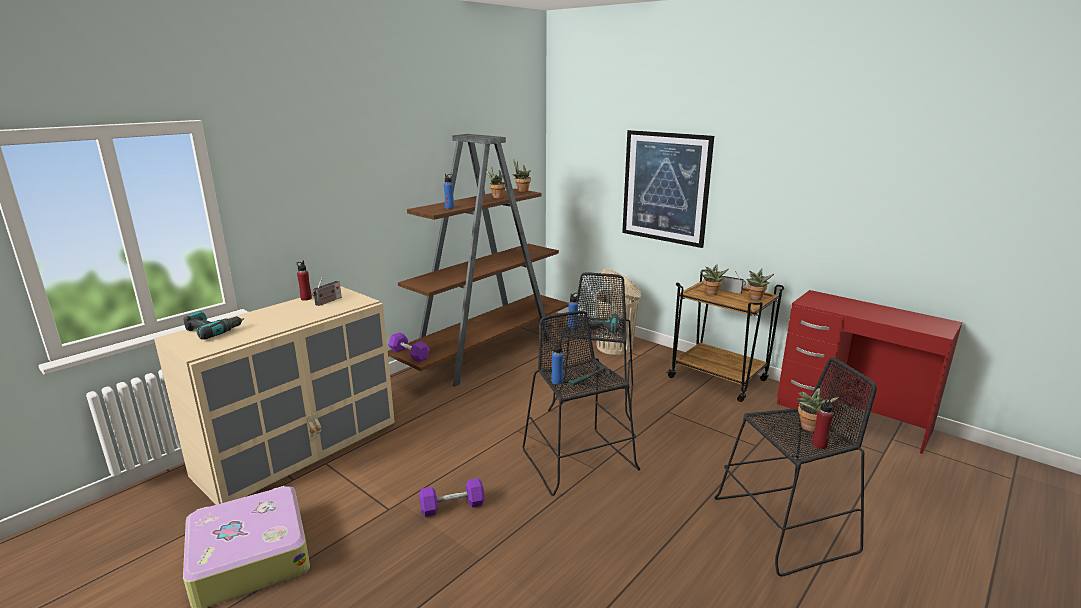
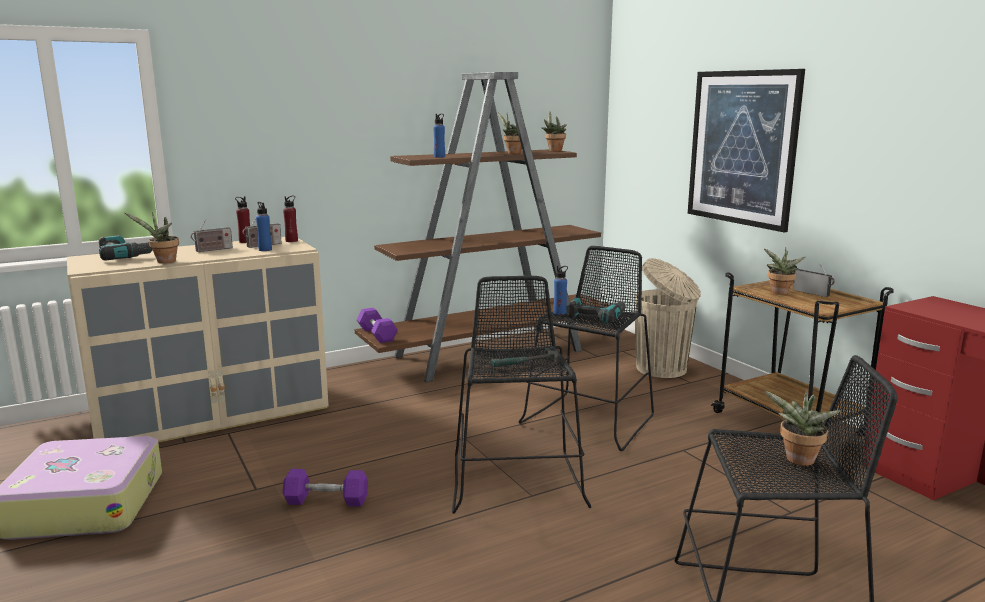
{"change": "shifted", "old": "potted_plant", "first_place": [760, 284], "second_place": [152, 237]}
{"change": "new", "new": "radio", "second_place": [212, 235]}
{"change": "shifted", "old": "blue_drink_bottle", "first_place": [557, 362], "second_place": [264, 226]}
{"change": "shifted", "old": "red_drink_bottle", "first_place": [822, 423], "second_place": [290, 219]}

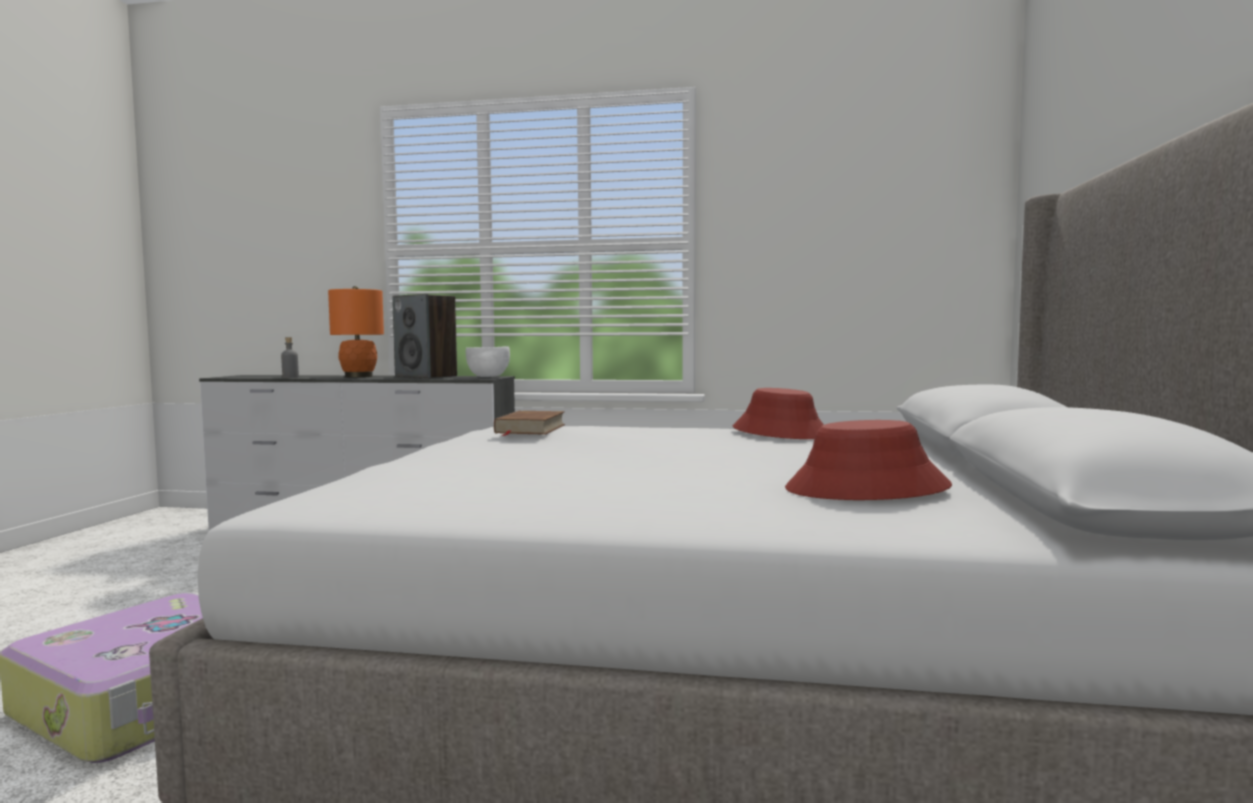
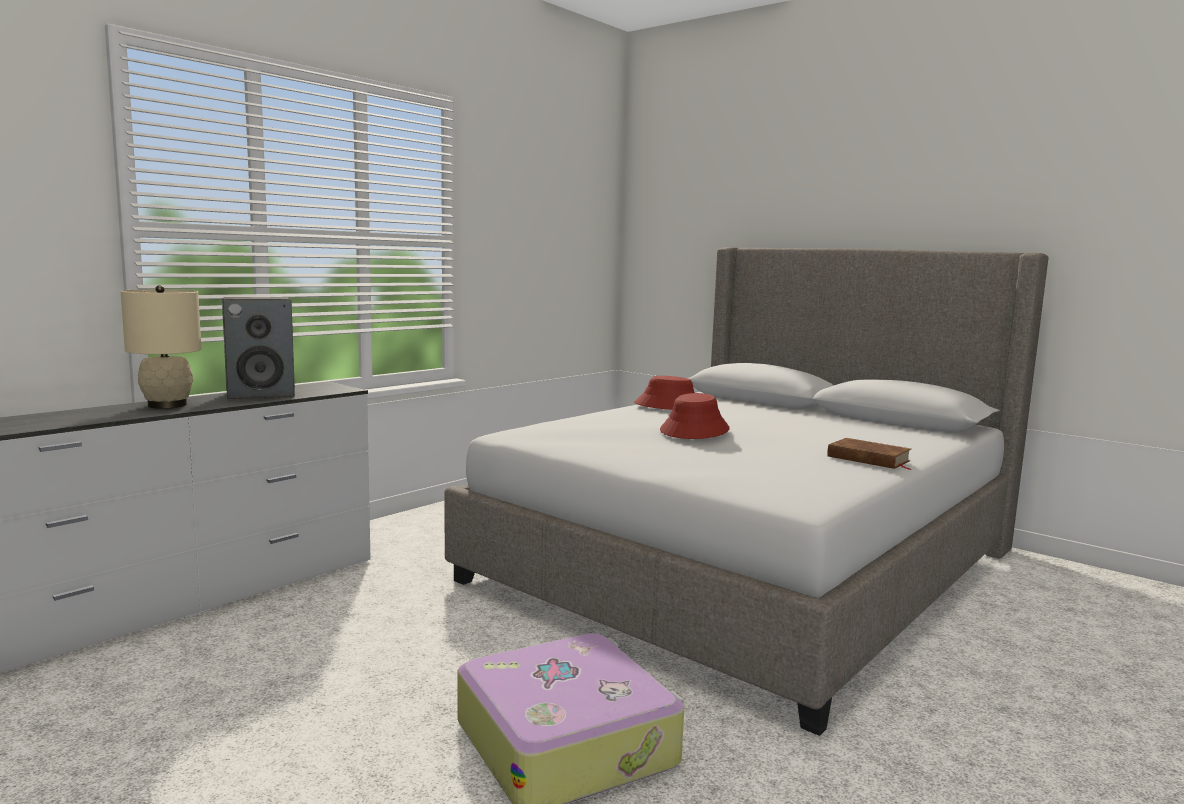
{"change": "repainted", "old": "orangey_table_lamp", "new": "sand-coloured_table_lamp", "first_place": [356, 331], "second_place": [161, 347]}
{"change": "shifted", "old": "red_clothing_hat", "first_place": [868, 460], "second_place": [695, 416]}
{"change": "shifted", "old": "brown-coloured_volume", "first_place": [529, 423], "second_place": [869, 454]}
{"change": "gone", "old": "grey_drink_bottle", "first_place": [290, 357]}
{"change": "gone", "old": "whitish_deep_dish", "first_place": [488, 361]}

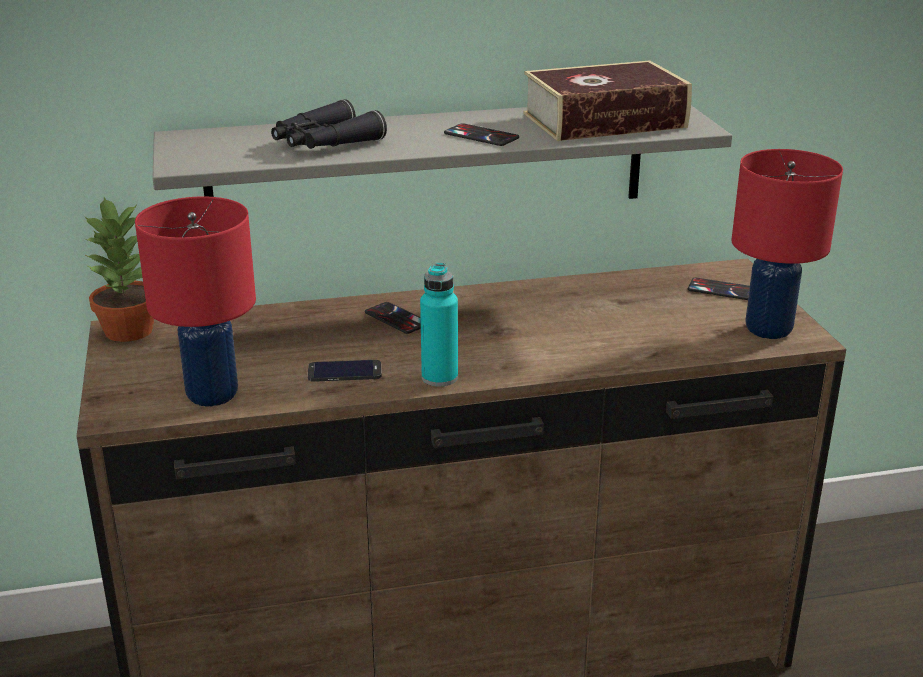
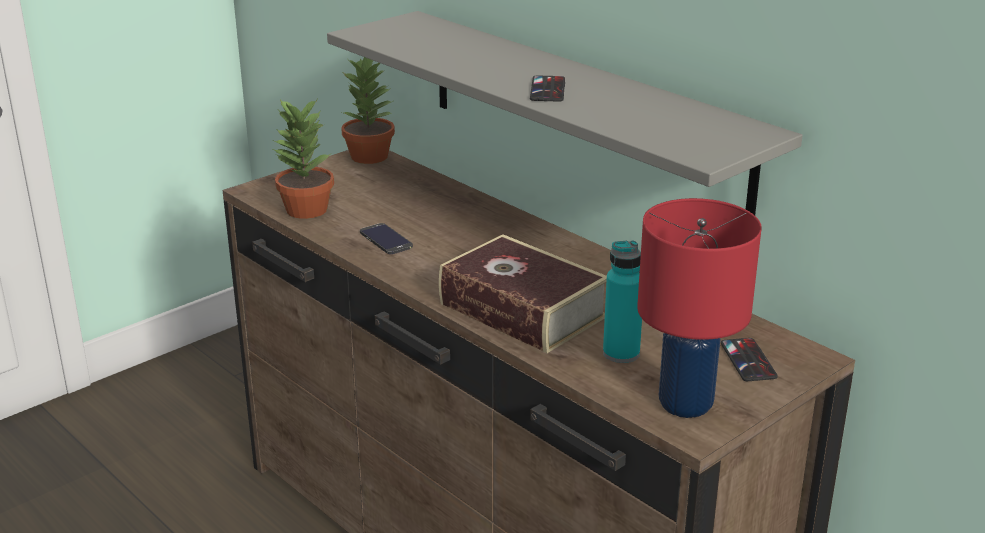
{"change": "swapped", "old": "red_table_lamp", "new": "potted_plant", "first_place": [195, 301], "second_place": [303, 159]}
{"change": "shifted", "old": "volume", "first_place": [607, 101], "second_place": [523, 293]}
{"change": "shifted", "old": "turquoise_drink_bottle", "first_place": [439, 325], "second_place": [622, 301]}
{"change": "gone", "old": "black-coloured_binoculars", "first_place": [329, 124]}
{"change": "gone", "old": "phone", "first_place": [393, 318]}

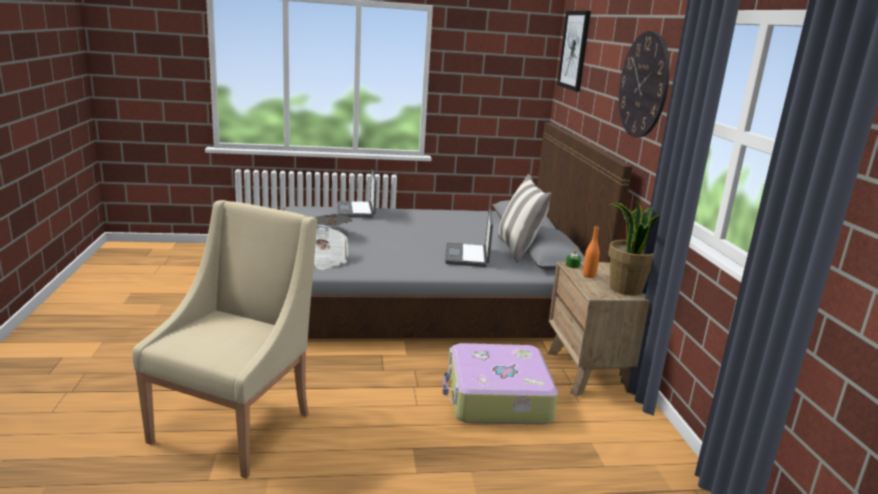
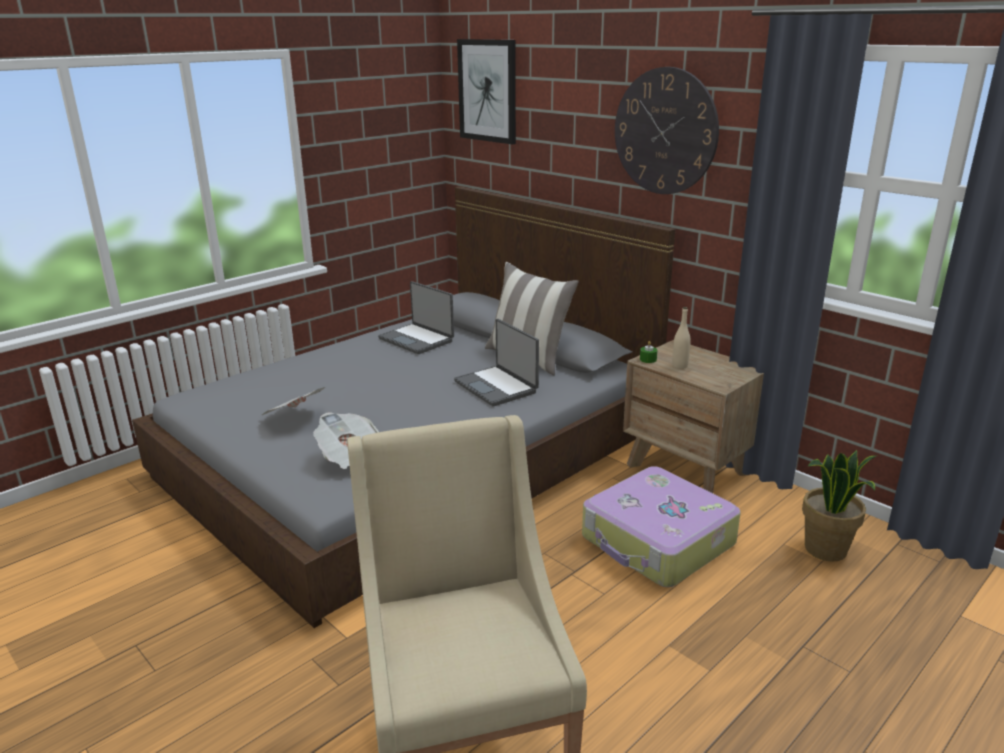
{"change": "shifted", "old": "laptop", "first_place": [357, 193], "second_place": [416, 317]}
{"change": "repainted", "old": "orangey_drink_bottle", "new": "sand-coloured_drink_bottle", "first_place": [591, 251], "second_place": [681, 338]}
{"change": "shifted", "old": "potted_plant", "first_place": [634, 247], "second_place": [839, 506]}

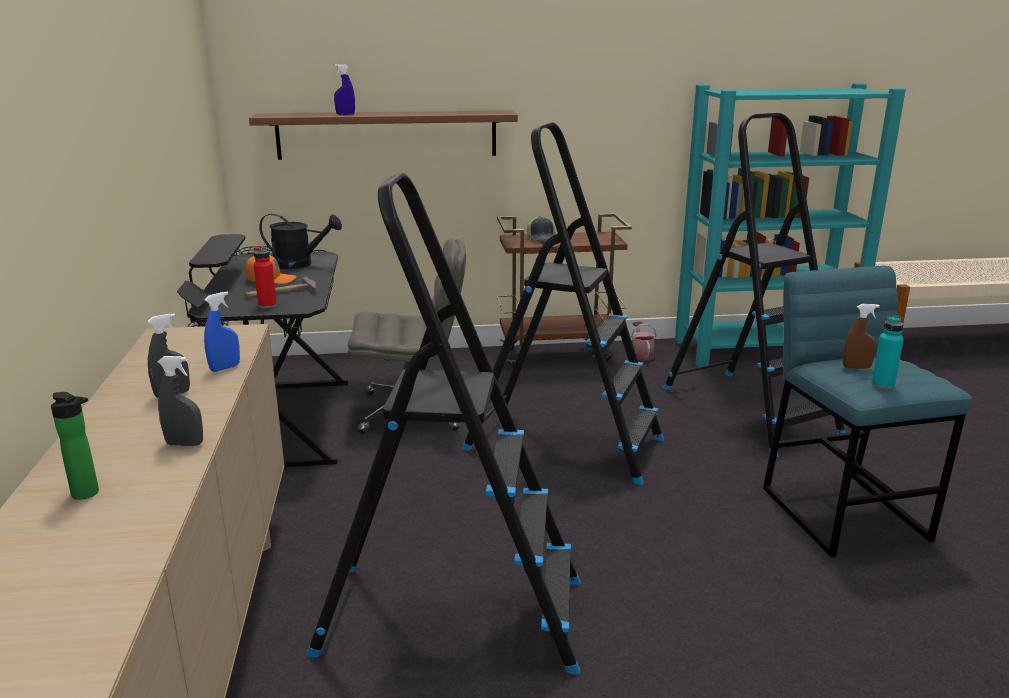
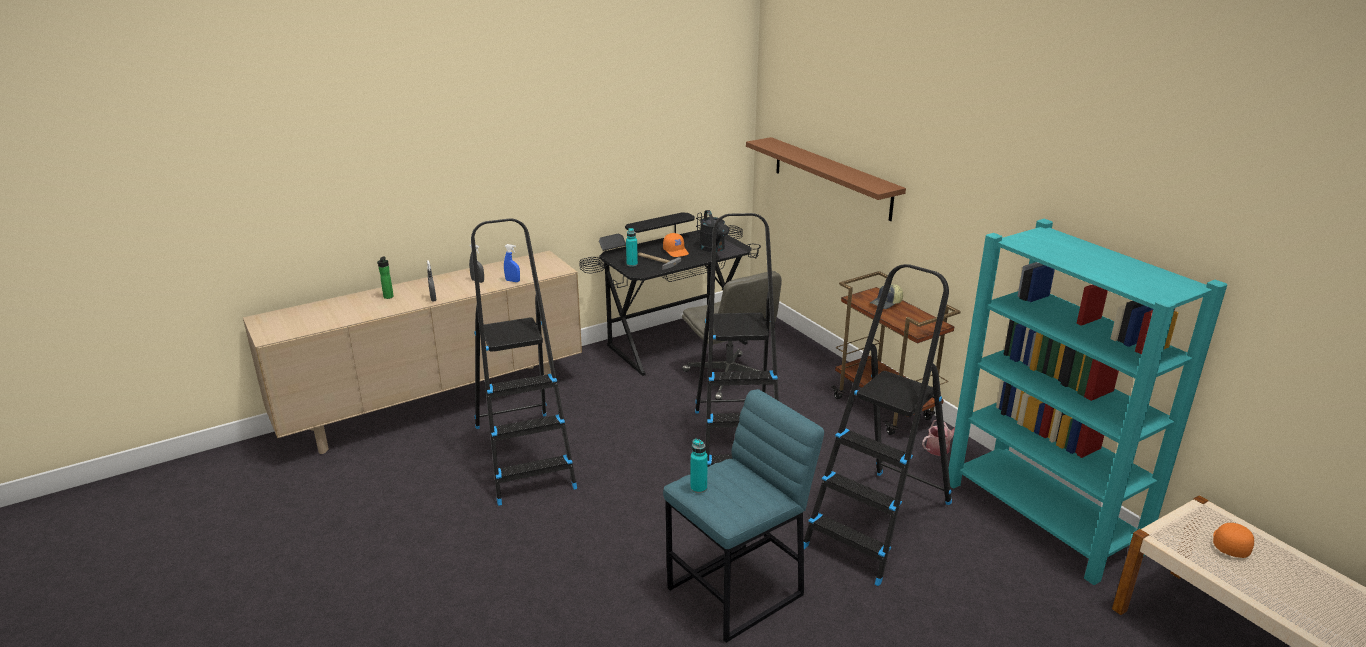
{"change": "repainted", "old": "red_drink_bottle", "new": "turquoise_drink_bottle", "first_place": [265, 277], "second_place": [632, 247]}
{"change": "new", "new": "orangey_cap", "second_place": [1233, 540]}
{"change": "gone", "old": "blue_hand_sprayer", "first_place": [344, 89]}
{"change": "gone", "old": "brown-coloured_hand_sprayer", "first_place": [861, 336]}

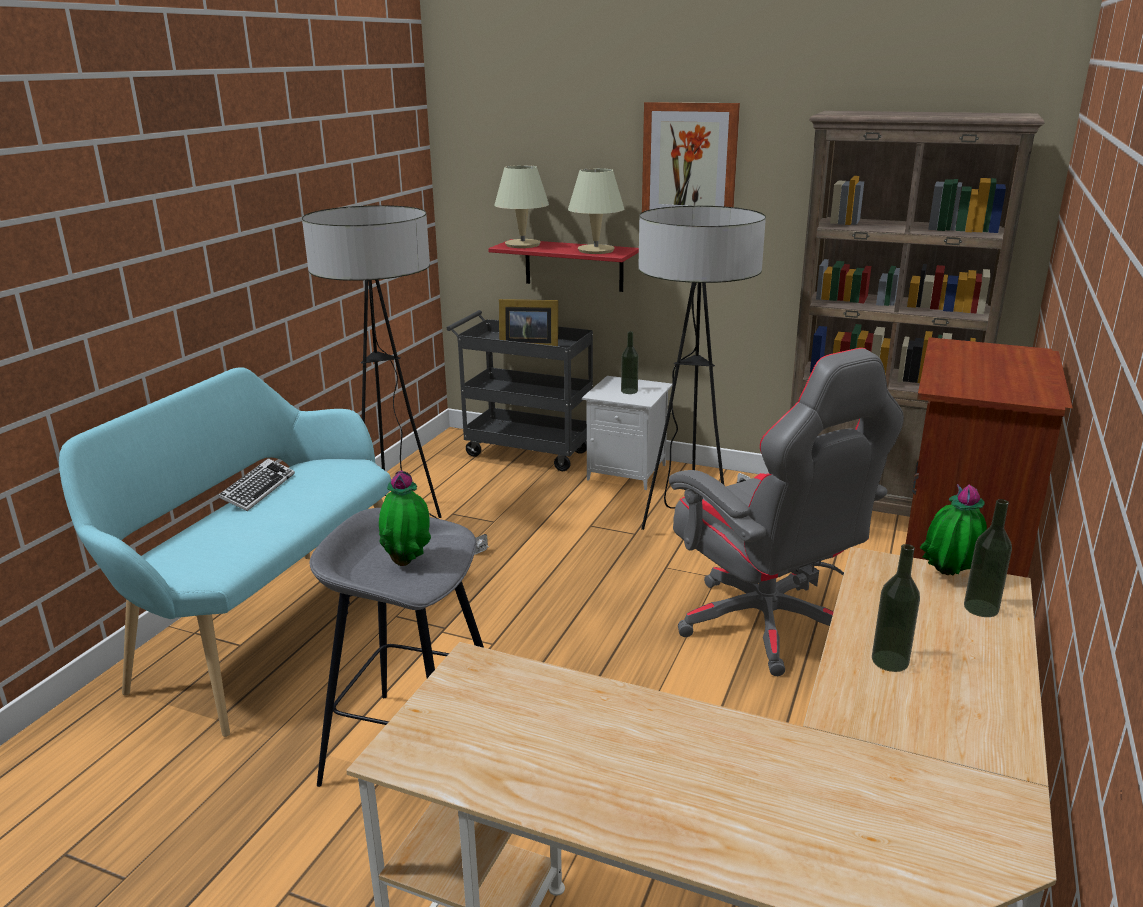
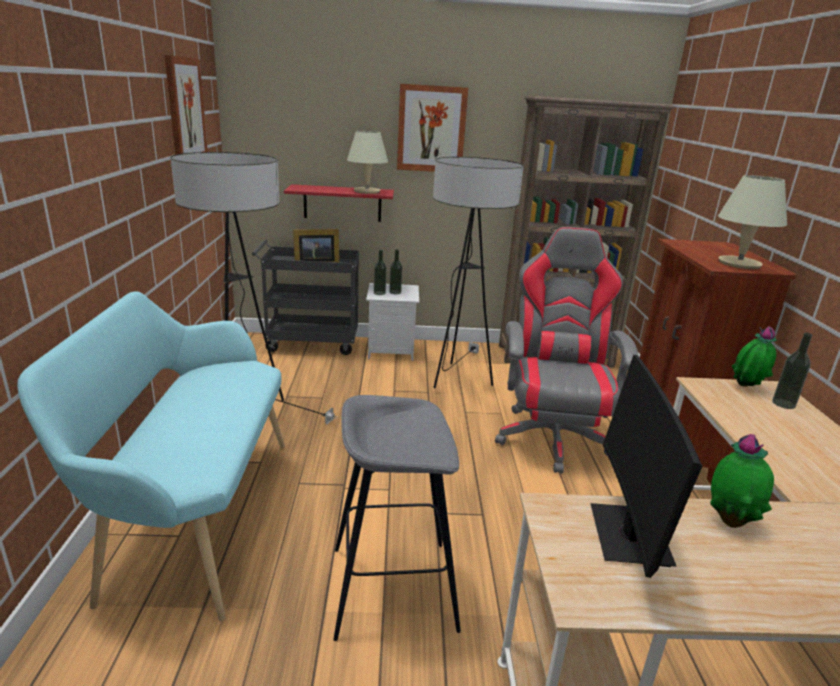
{"change": "new", "new": "picture", "second_place": [186, 105]}
{"change": "shifted", "old": "drink_bottle", "first_place": [896, 608], "second_place": [380, 272]}
{"change": "rotated", "old": "grey_desk_chair", "first_place": [786, 512], "second_place": [566, 350], "degrees": -120}
{"change": "new", "new": "computer_screen", "second_place": [646, 466]}
{"change": "shifted", "old": "potted_plant", "first_place": [405, 518], "second_place": [742, 481]}
{"change": "shifted", "old": "sand-coloured_table_lamp", "first_place": [521, 206], "second_place": [752, 222]}
{"change": "gone", "old": "PC_keyboard", "first_place": [256, 484]}

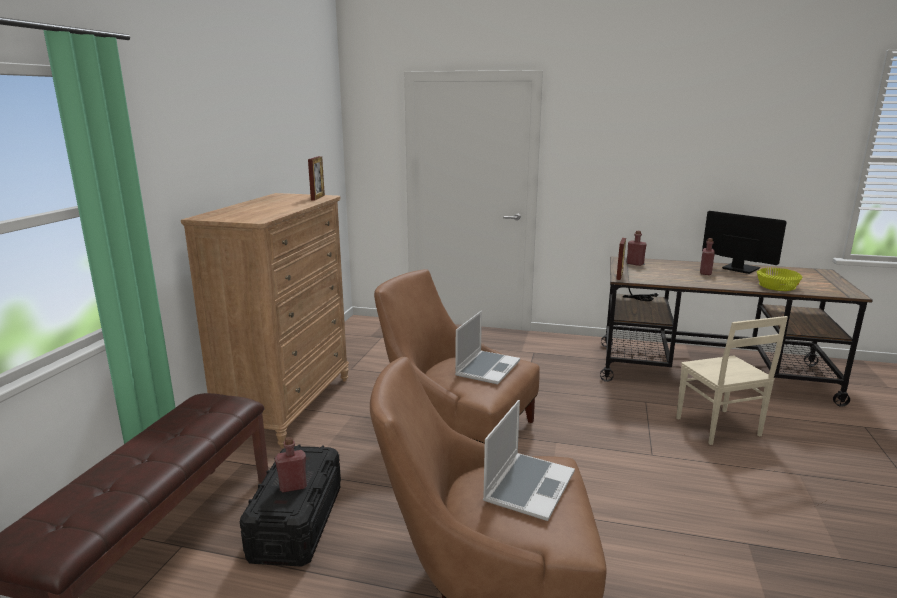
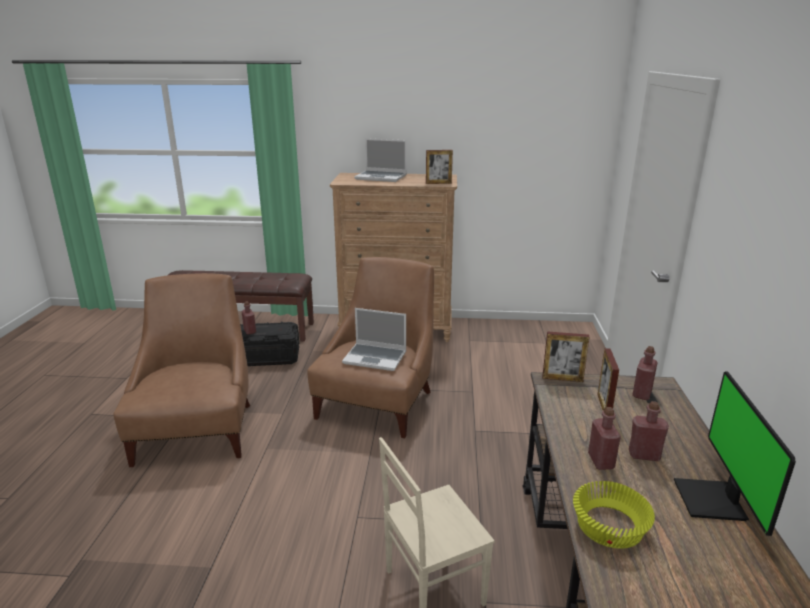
{"change": "shifted", "old": "laptop", "first_place": [529, 460], "second_place": [381, 160]}
{"change": "new", "new": "red_drink_bottle", "second_place": [604, 438]}
{"change": "new", "new": "standing_frame", "second_place": [608, 379]}
{"change": "rotated", "old": "computer_screen", "first_place": [744, 242], "second_place": [735, 453], "degrees": 150}

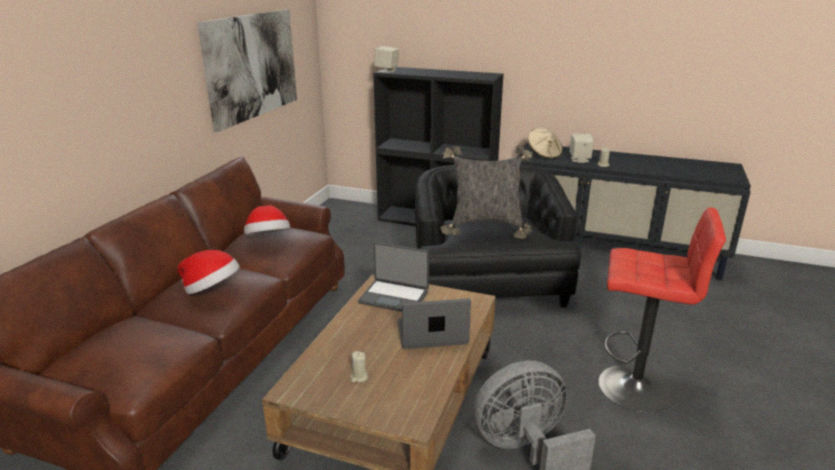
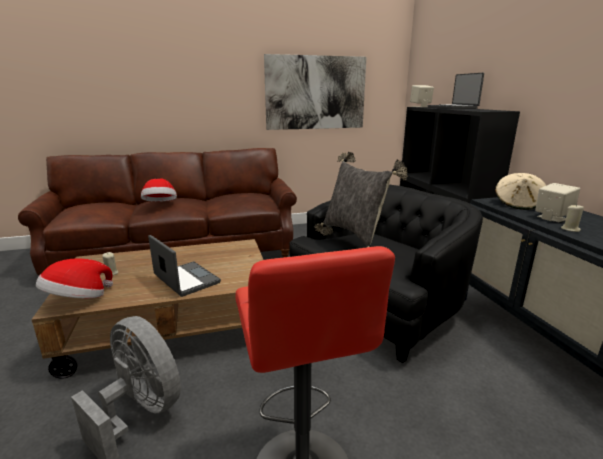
{"change": "shifted", "old": "clothing_hat", "first_place": [267, 220], "second_place": [74, 278]}
{"change": "shifted", "old": "laptop", "first_place": [393, 277], "second_place": [455, 91]}

